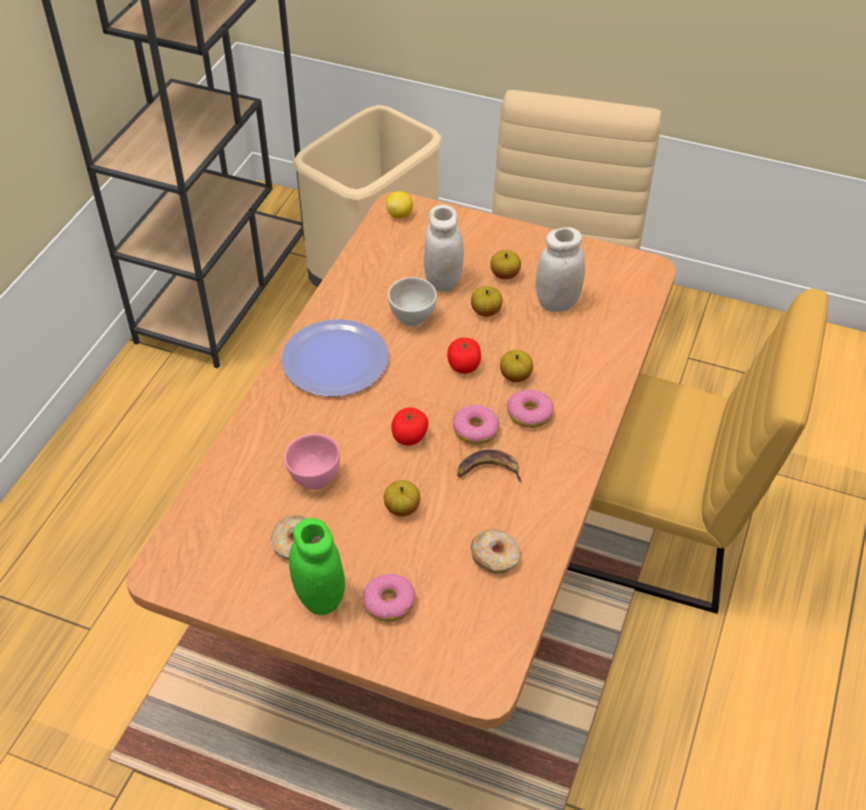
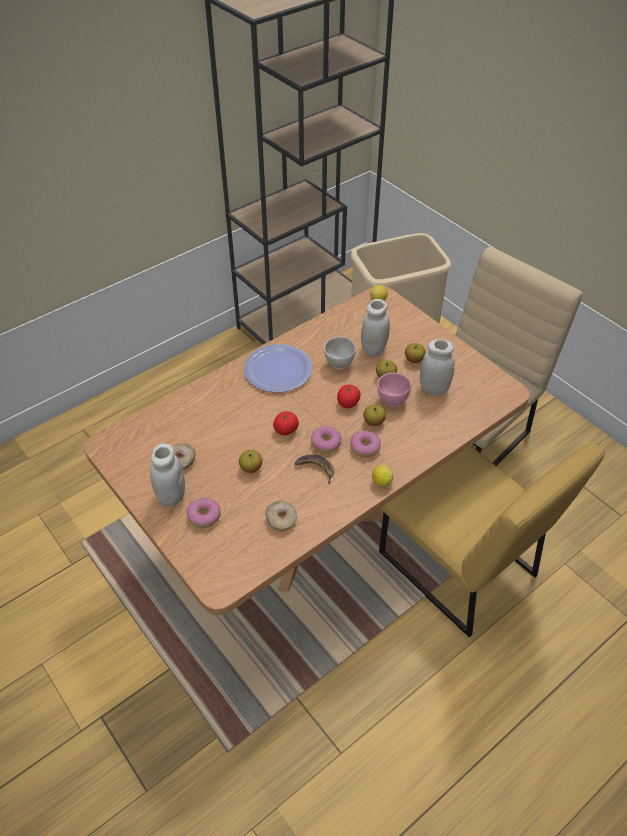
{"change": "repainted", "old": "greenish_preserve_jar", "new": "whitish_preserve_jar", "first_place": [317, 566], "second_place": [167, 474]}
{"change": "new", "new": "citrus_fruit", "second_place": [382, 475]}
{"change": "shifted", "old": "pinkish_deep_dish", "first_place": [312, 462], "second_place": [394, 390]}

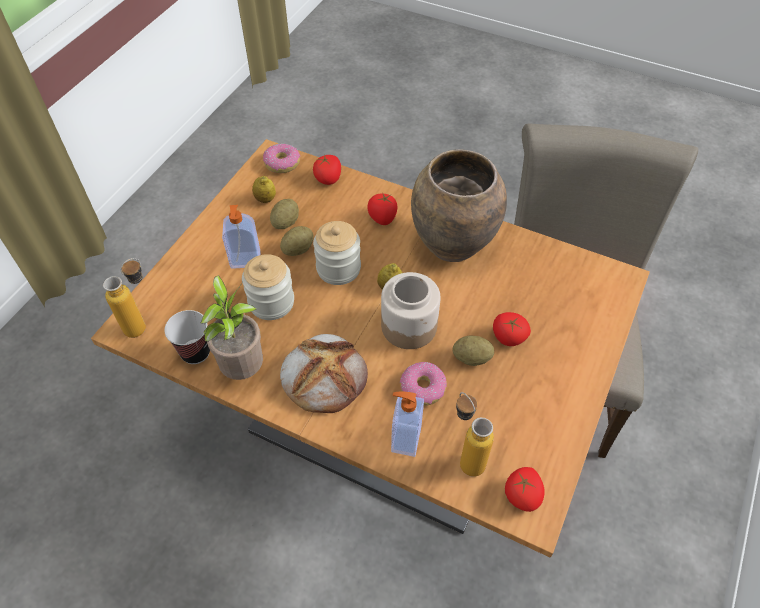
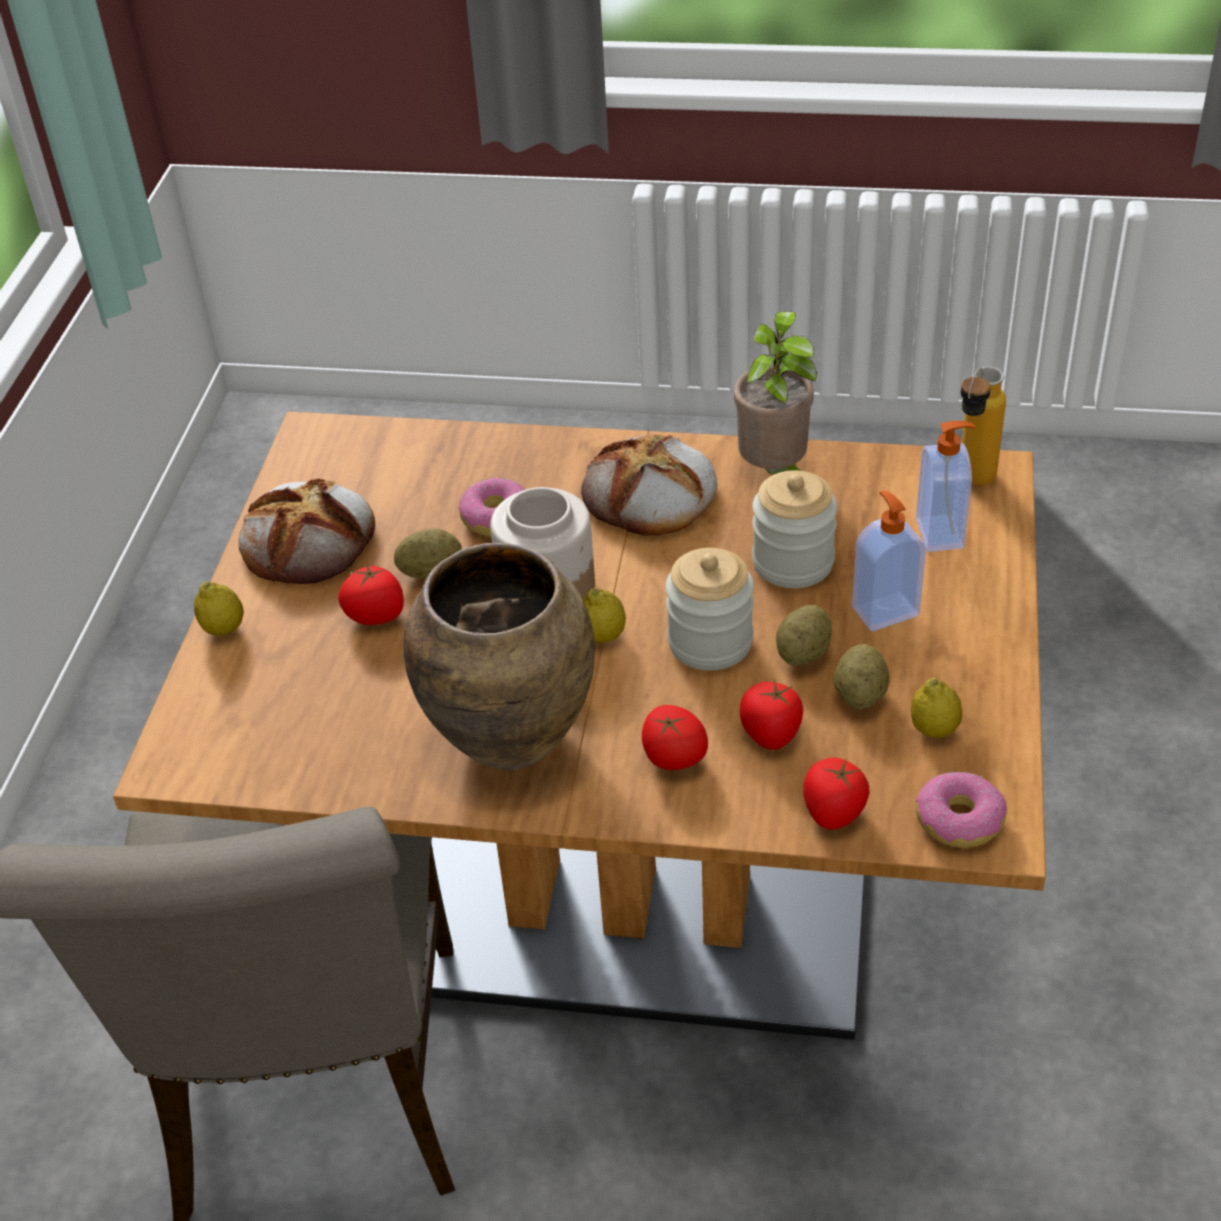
{"change": "new", "new": "citrus_fruit", "second_place": [219, 608]}
{"change": "new", "new": "bakery_bread", "second_place": [306, 531]}
{"change": "shifted", "old": "tomato", "first_place": [525, 489], "second_place": [771, 714]}
{"change": "shifted", "old": "soap_dispenser", "first_place": [407, 424], "second_place": [945, 486]}
{"change": "gone", "old": "drinking_cup", "first_place": [187, 337]}
{"change": "gone", "old": "drink_bottle", "first_place": [475, 434]}

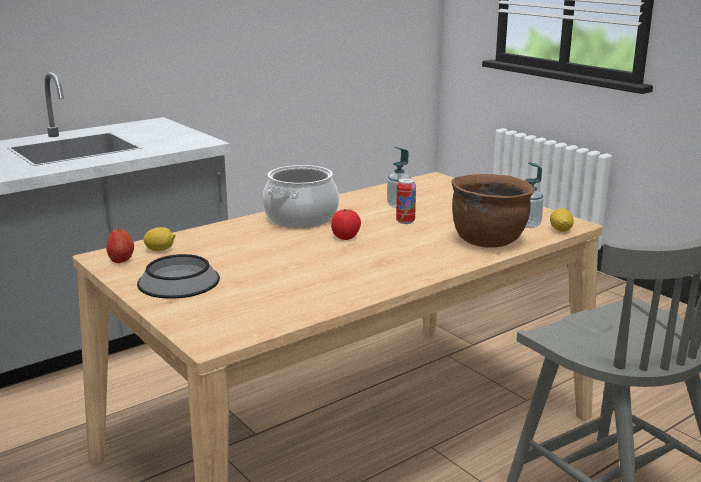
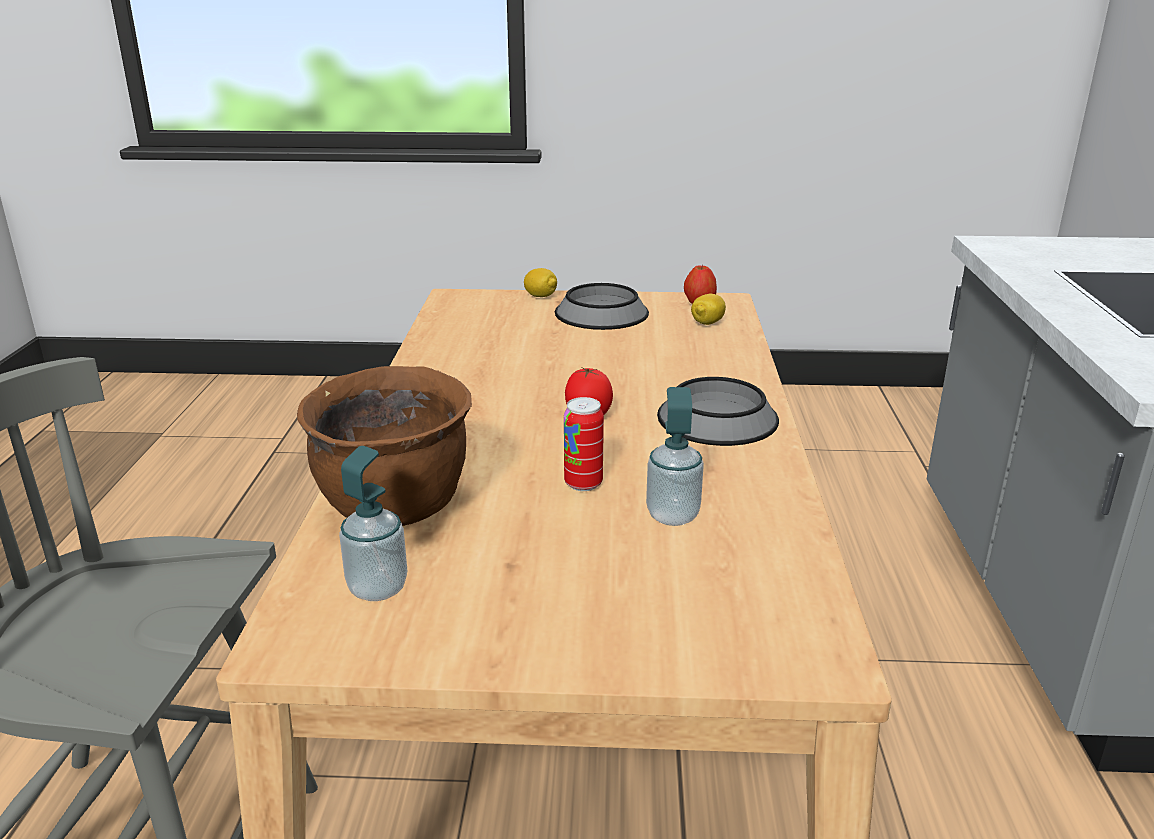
{"change": "shifted", "old": "citrus_fruit", "first_place": [562, 220], "second_place": [540, 282]}
{"change": "swapped", "old": "stockpot", "new": "deep_dish", "first_place": [301, 196], "second_place": [718, 411]}

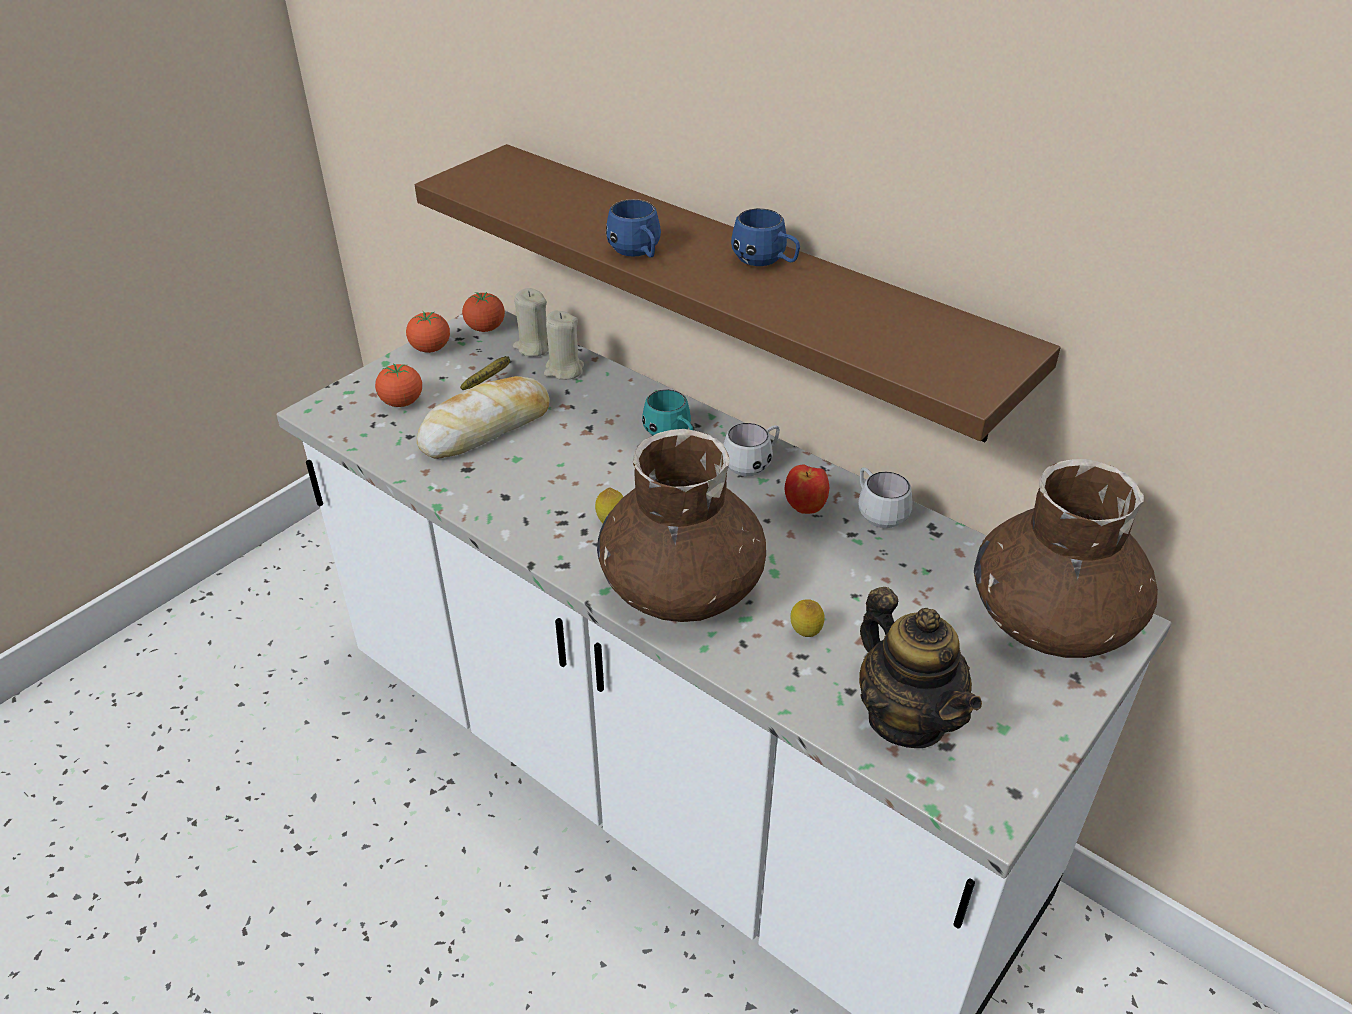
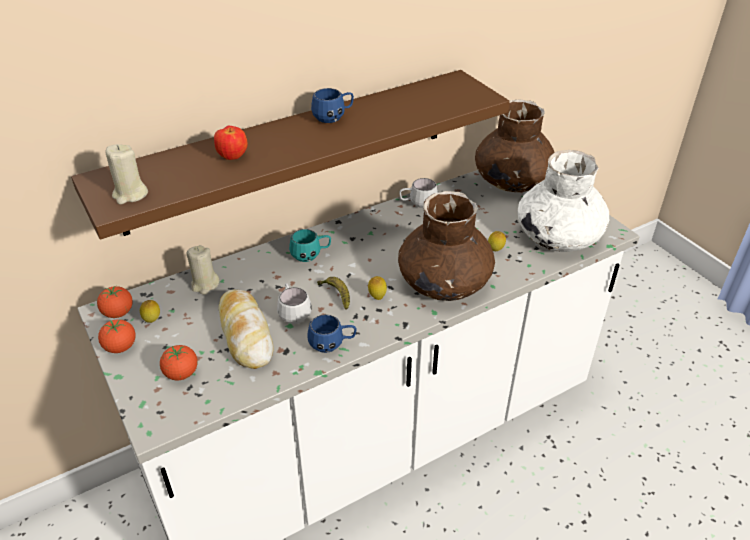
{"change": "shifted", "old": "sand-coloured_wax_light", "first_place": [531, 322], "second_place": [126, 174]}
{"change": "new", "new": "citrus_fruit", "second_place": [150, 311]}
{"change": "shifted", "old": "apple_fruit", "first_place": [806, 489], "second_place": [231, 143]}
{"change": "shifted", "old": "whitish_mug", "first_place": [751, 449], "second_place": [294, 303]}
{"change": "shifted", "old": "blue_mug", "first_place": [633, 228], "second_place": [332, 333]}
{"change": "shifted", "old": "banana_fruit", "first_place": [485, 373], "second_place": [333, 293]}
{"change": "swapped", "old": "teapot", "new": "whitish_decorative_vase", "first_place": [920, 667], "second_place": [563, 201]}

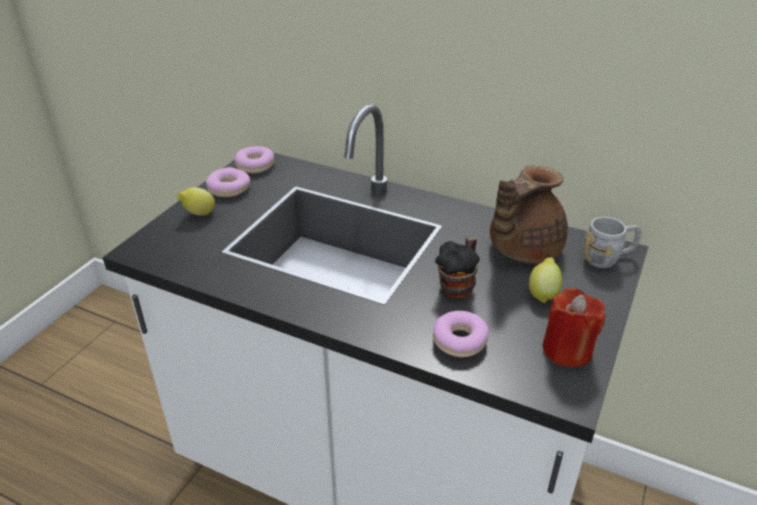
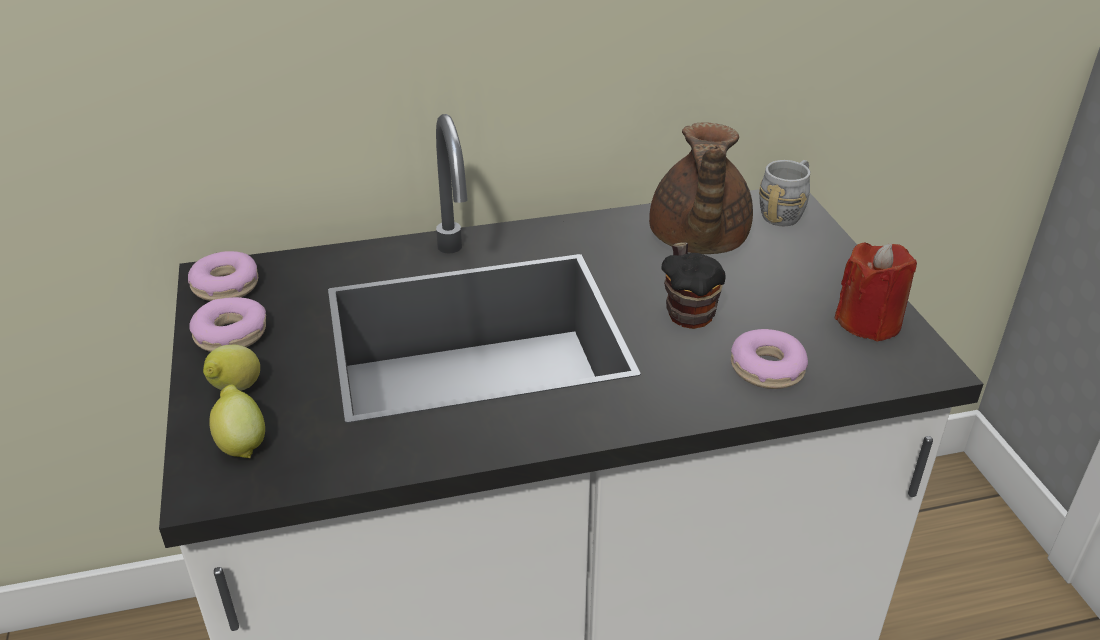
{"change": "shifted", "old": "citrus_fruit", "first_place": [545, 280], "second_place": [237, 421]}

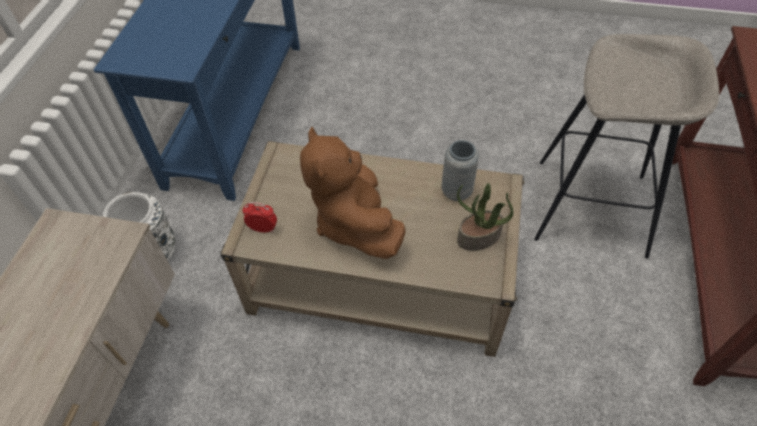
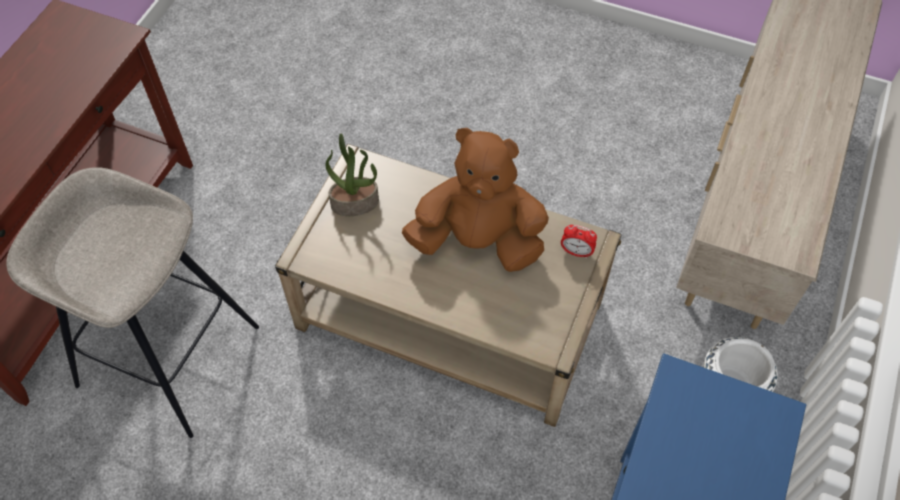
{"change": "rotated", "old": "brown-coloured_cuddly_toy", "first_place": [352, 193], "second_place": [475, 200], "degrees": -75}
{"change": "gone", "old": "grey_decorative_vase", "first_place": [460, 170]}

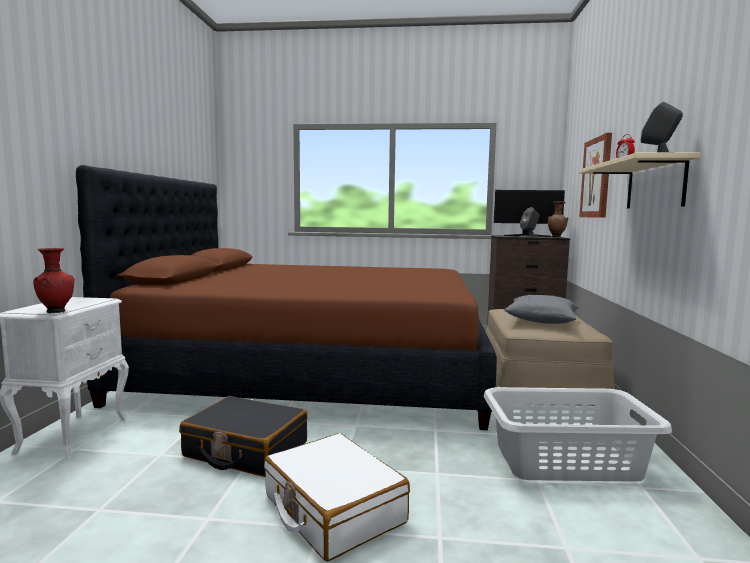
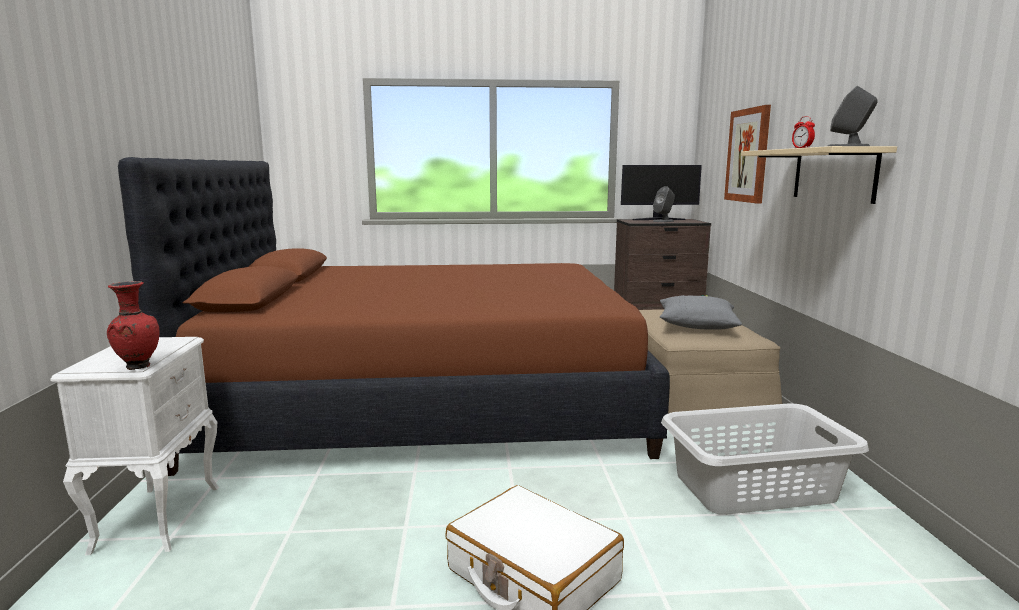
{"change": "gone", "old": "black-coloured_piece_of_luggage", "first_place": [243, 436]}
{"change": "gone", "old": "brown-coloured_decorative_vase", "first_place": [558, 219]}

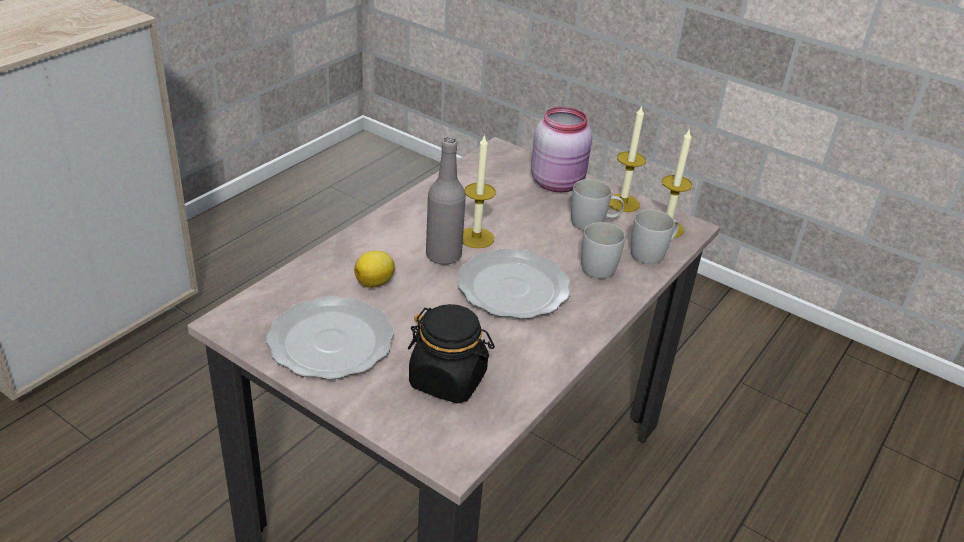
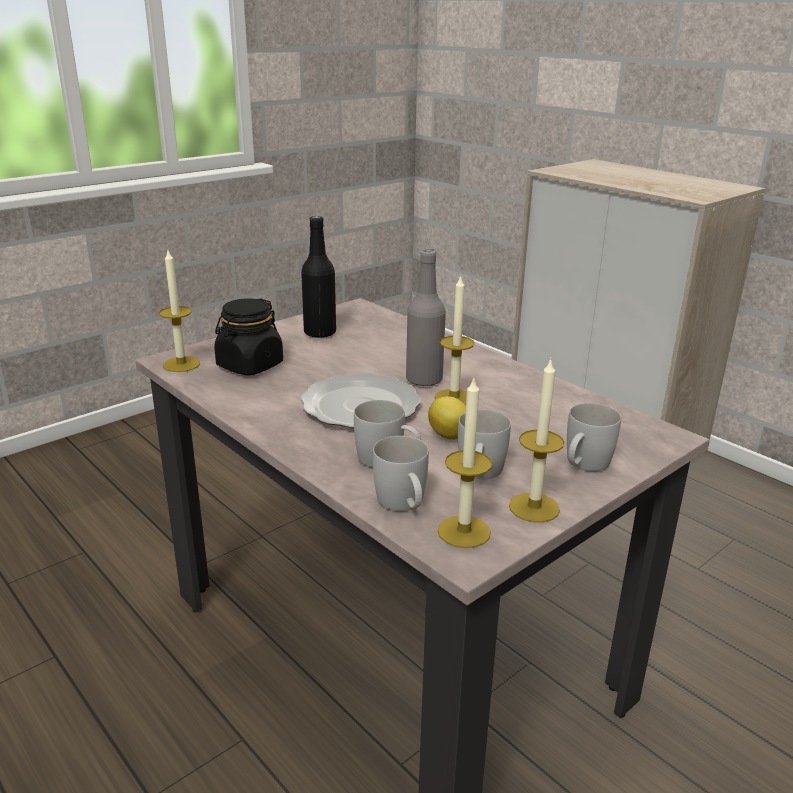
{"change": "new", "new": "wax_light", "second_place": [179, 311]}
{"change": "swapped", "old": "flat_dish", "new": "black-coloured_drink_bottle", "first_place": [330, 338], "second_place": [318, 277]}
{"change": "shifted", "old": "citrus_fruit", "first_place": [374, 269], "second_place": [447, 418]}
{"change": "swapped", "old": "pinkish_preserve_jar", "new": "whitish_mug", "first_place": [561, 149], "second_place": [594, 437]}

